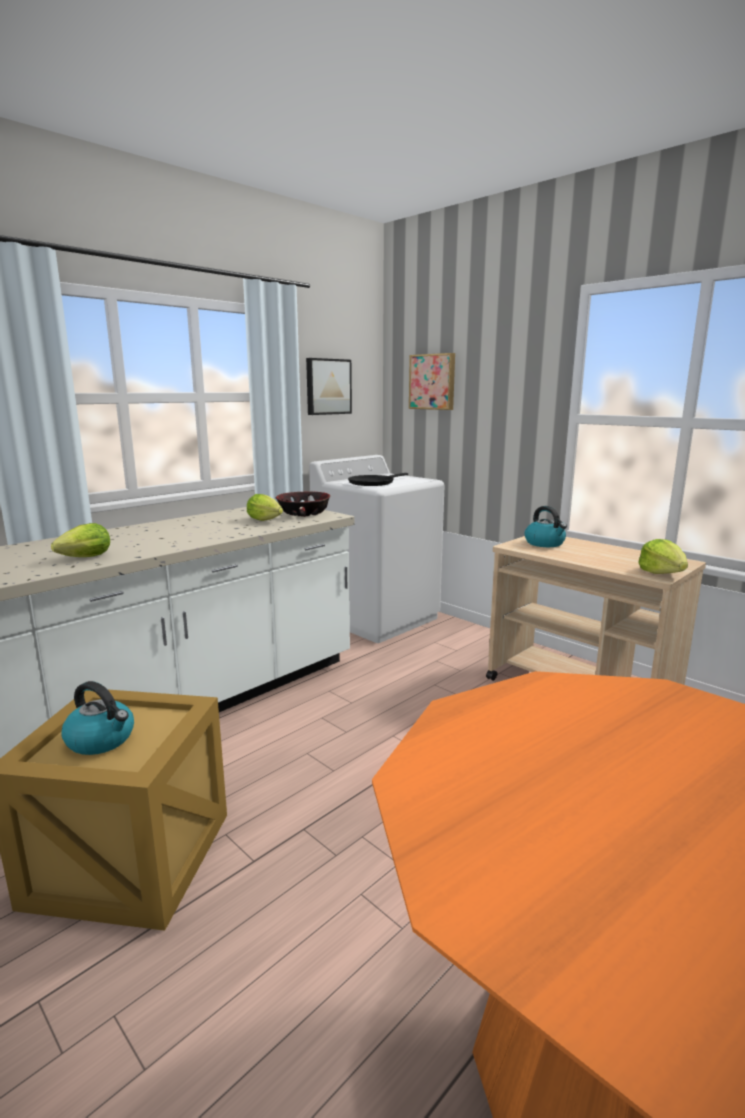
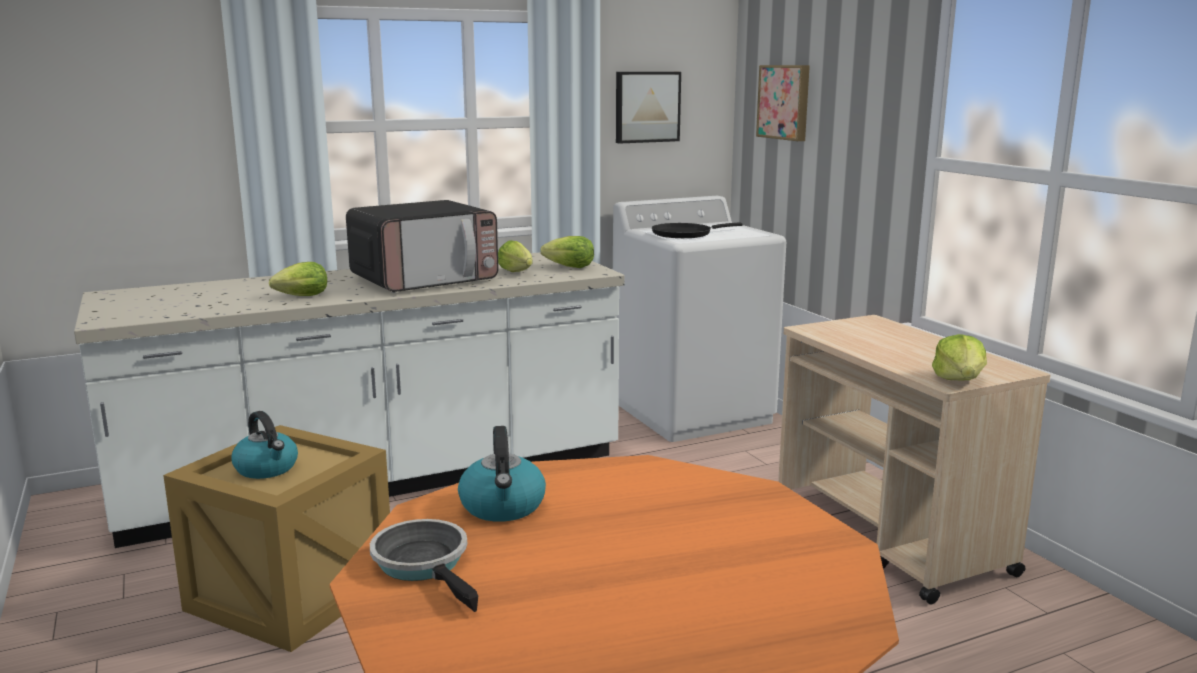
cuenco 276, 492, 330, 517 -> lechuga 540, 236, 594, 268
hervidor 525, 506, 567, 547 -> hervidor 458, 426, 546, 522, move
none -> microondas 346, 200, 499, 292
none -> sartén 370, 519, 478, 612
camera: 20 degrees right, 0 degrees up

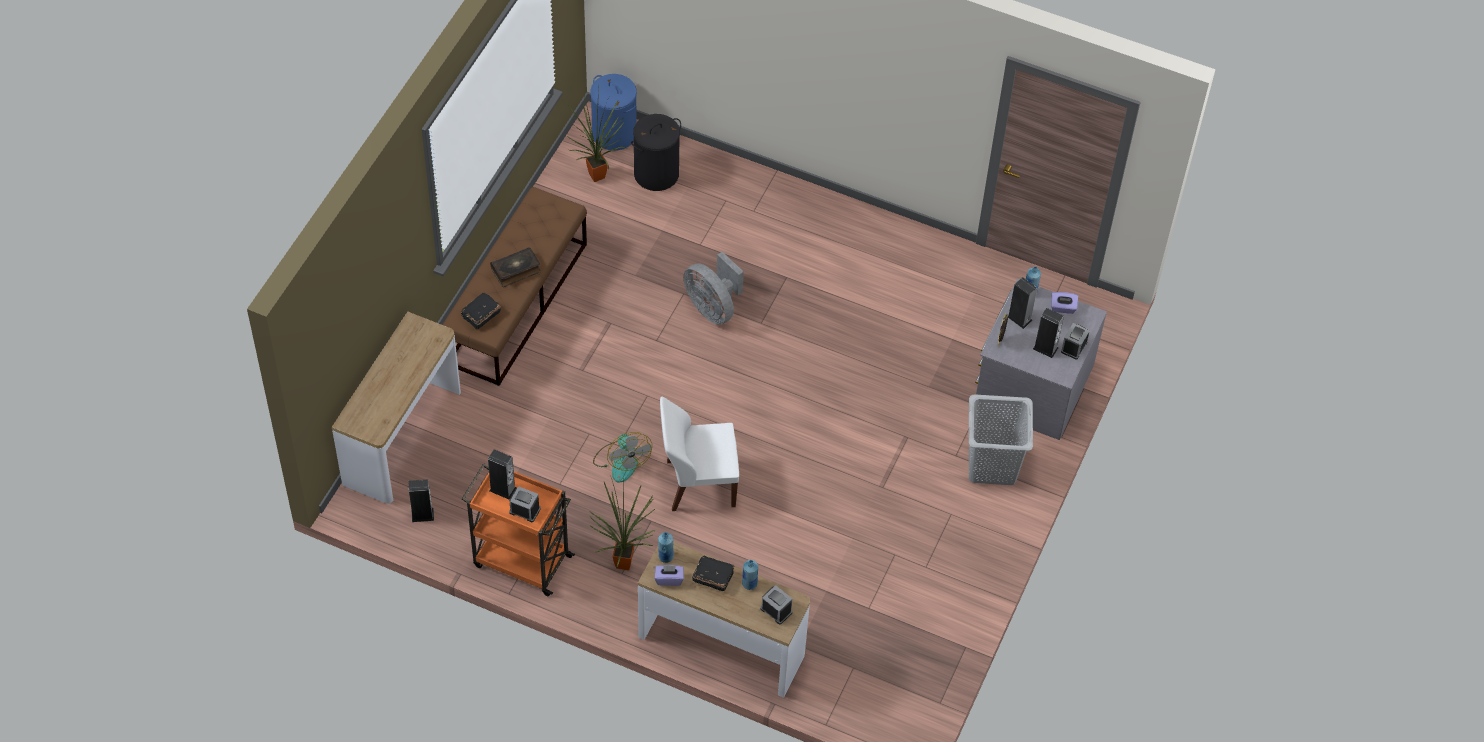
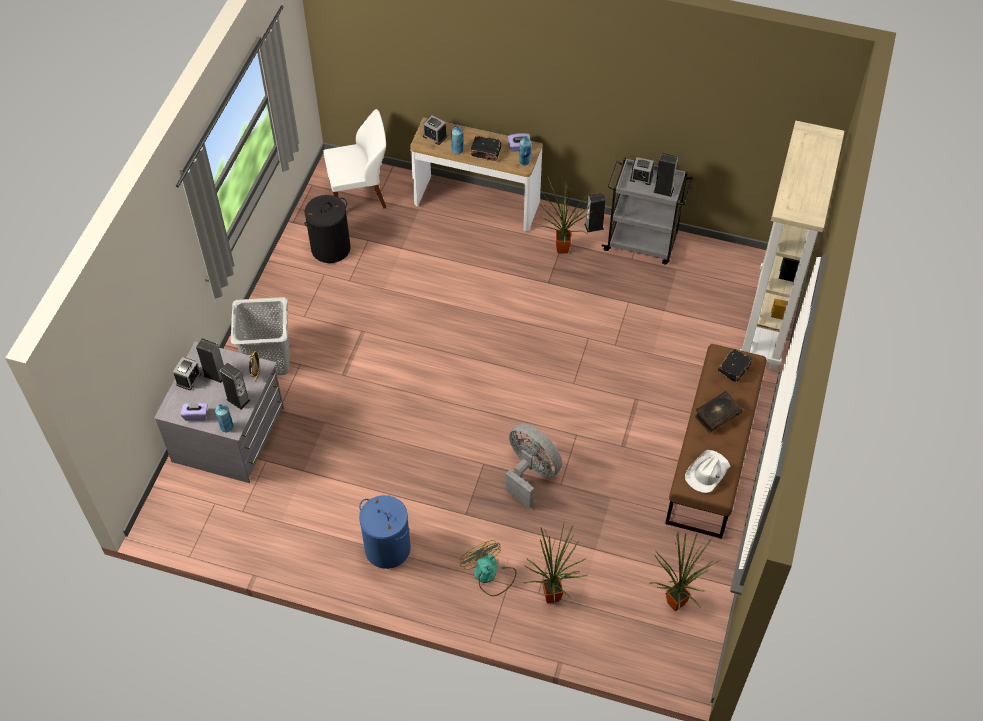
mesa consola 332, 312, 461, 504 -> estantería (beis) 740, 121, 845, 370
altavoz 409, 480, 434, 522 -> altavoz 584, 193, 606, 233, move
carrito (naranja) 462, 464, 575, 596 -> carrito (gris) 602, 158, 693, 265
cesto de la ropa (azul) 590, 74, 637, 151 -> cesto de la ropa (azul) 359, 495, 411, 569, move
ventilador 593, 432, 652, 483 -> ventilador 460, 540, 516, 596, move
cesto de la ropa (negro) 631, 114, 681, 191 -> cesto de la ropa (negro) 304, 195, 351, 263, move
silla (blanco) 660, 397, 739, 511 -> silla (blanco) 324, 109, 386, 209, move
none -> planta en maceta 523, 520, 587, 604
none -> sombrero (blanco) 685, 450, 730, 493
camera: 175 degrees right, 0 degrees up

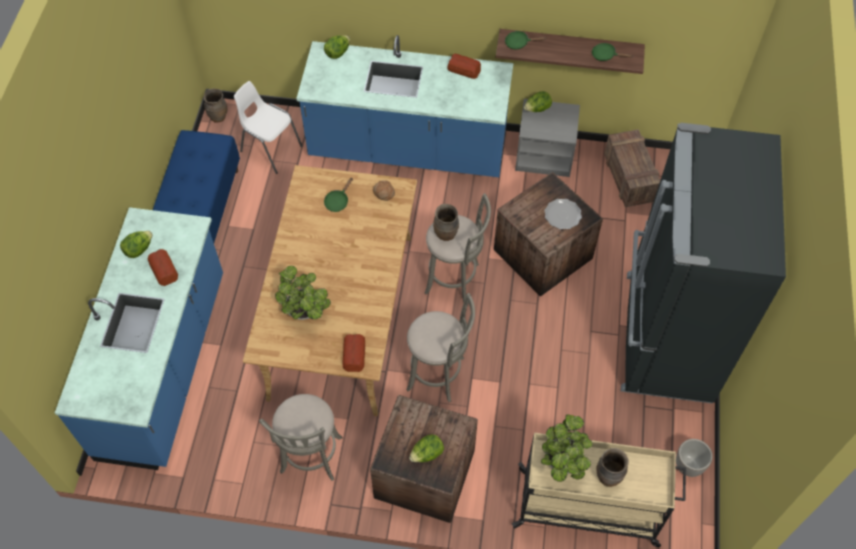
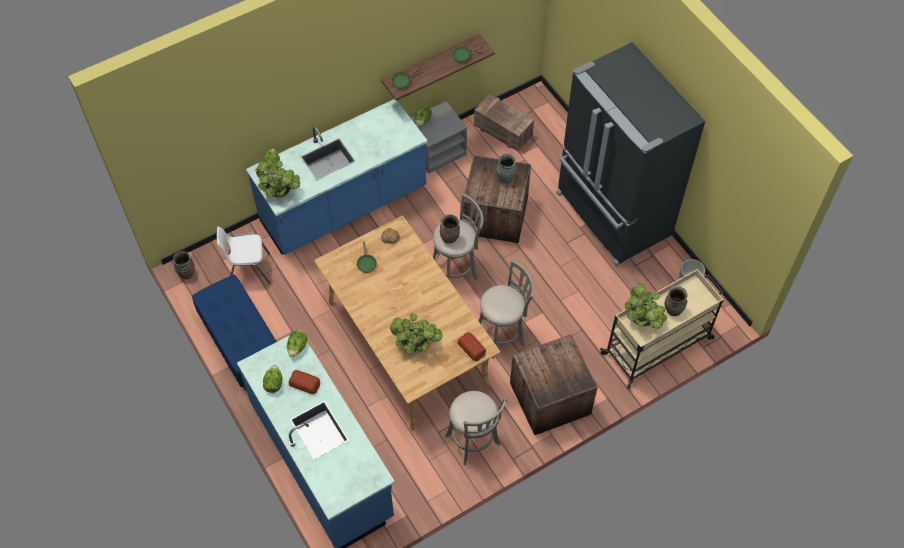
lechuga 409, 434, 444, 462 -> lechuga 287, 330, 308, 357, move
pan 447, 54, 481, 79 -> none
plato 544, 199, 582, 229 -> florero (gris) 497, 154, 516, 183
none -> planta en maceta 256, 161, 300, 198
camera: 40 degrees left, 0 degrees up

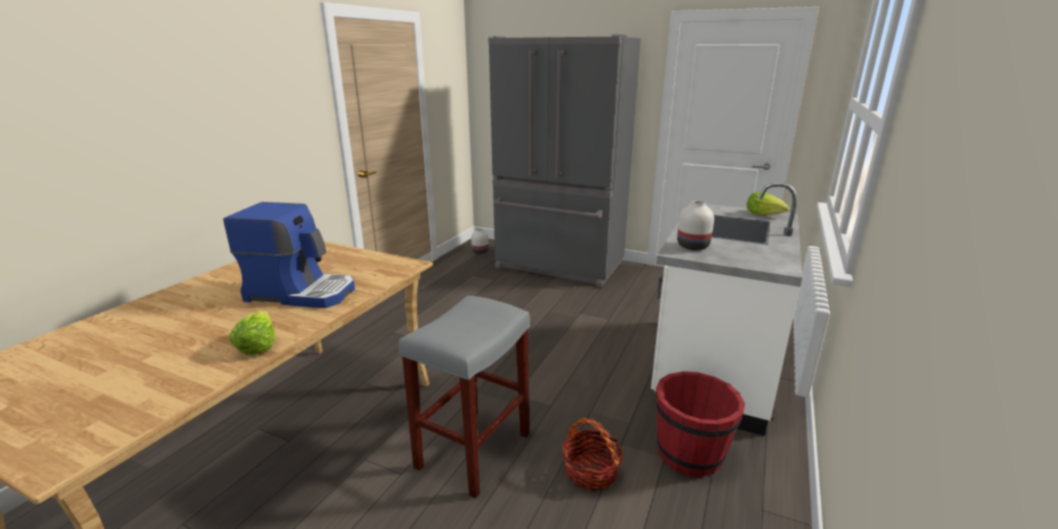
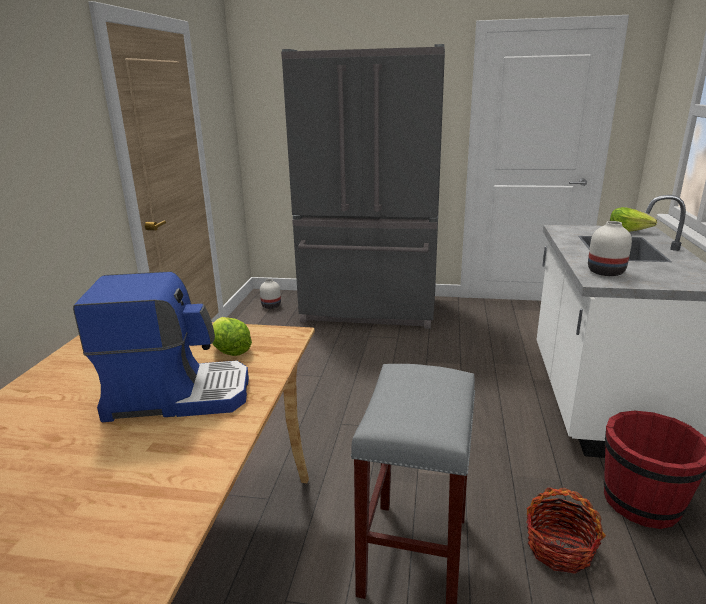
lechuga 229, 311, 276, 355 -> lechuga 212, 317, 252, 356, move
camera: 15 degrees left, 0 degrees up

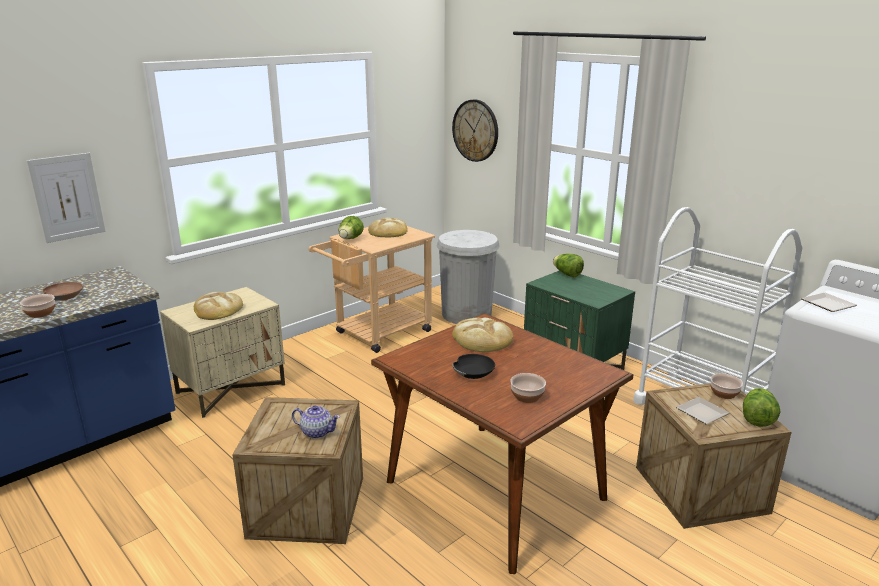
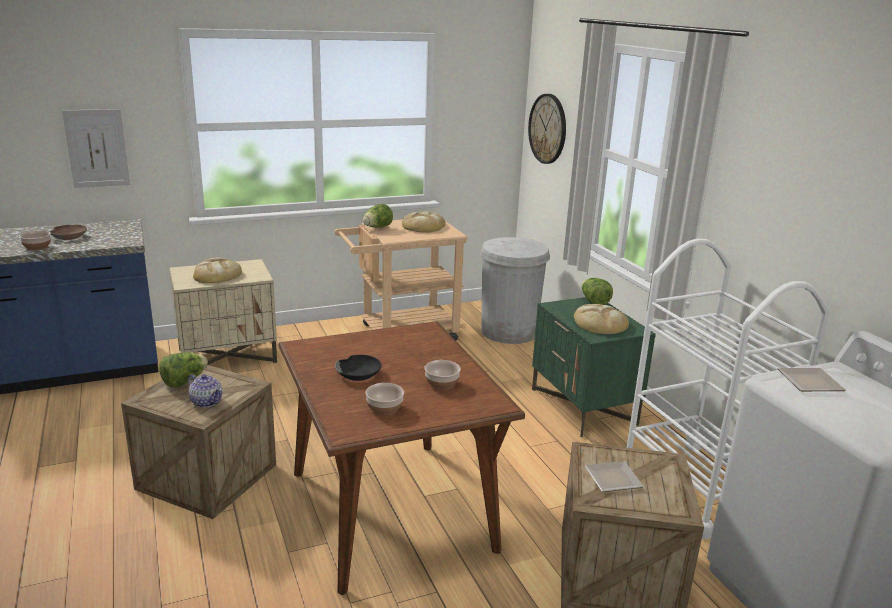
pan 452, 317, 513, 352 -> pan 574, 304, 629, 334, move
cuenco 710, 373, 743, 399 -> cuenco 424, 360, 461, 390, move
lechuga 743, 388, 781, 427 -> lechuga 159, 352, 208, 388, move
camera: 20 degrees right, 0 degrees up

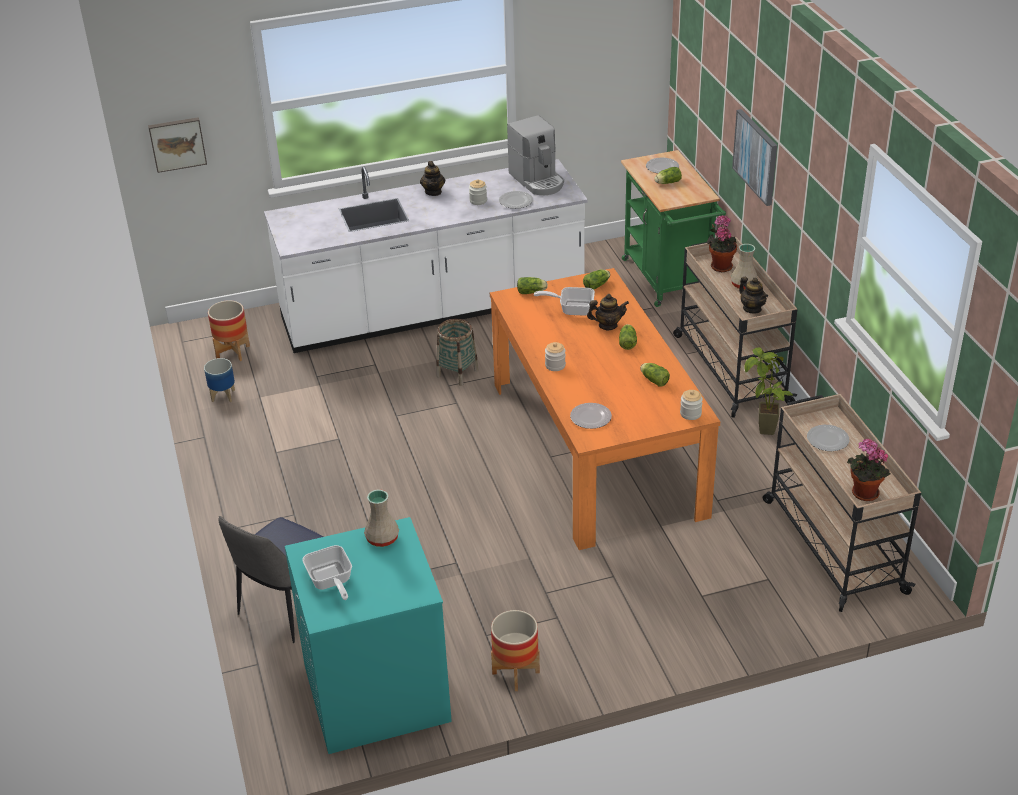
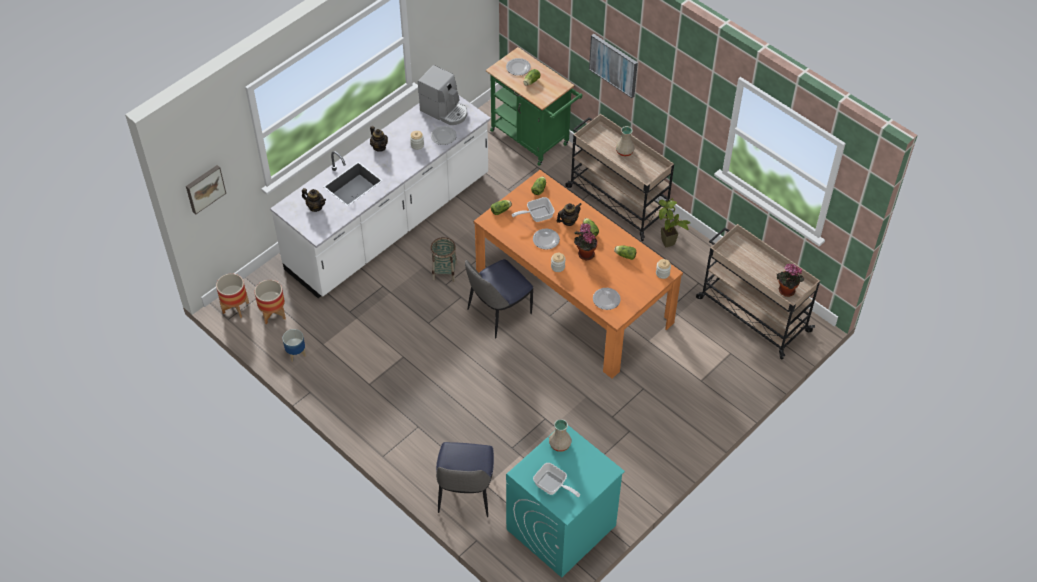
maceta 491, 610, 540, 691 -> maceta 216, 274, 249, 318, move
planta en maceta 707, 215, 737, 272 -> planta en maceta 574, 223, 598, 261, move
tetera 739, 277, 768, 313 -> tetera 302, 188, 326, 212, move
plato 807, 425, 849, 451 -> plato 533, 229, 560, 250, move
none -> silla 465, 259, 533, 338
camera: 30 degrees left, 15 degrees up

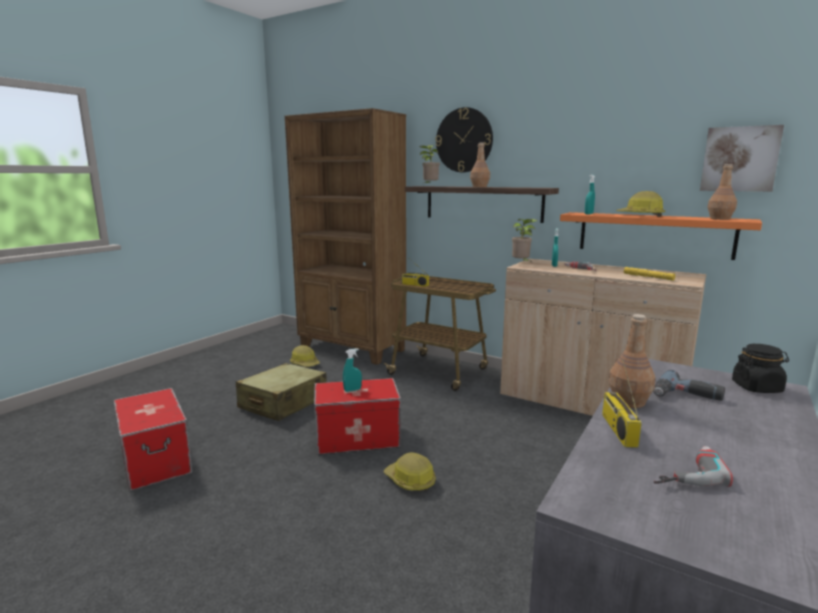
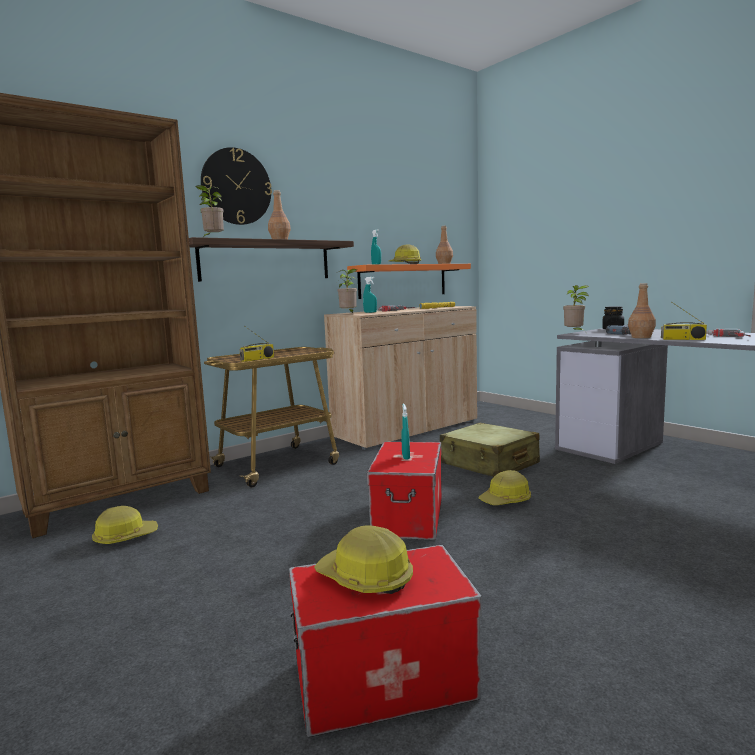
maleta (beis) 236, 363, 327, 421 -> maleta (beis) 440, 423, 540, 477, move
cuadro 700, 125, 784, 192 -> none
none -> casco 314, 525, 413, 594
none -> planta en maceta 563, 285, 589, 332
camera: 70 degrees left, 5 degrees down

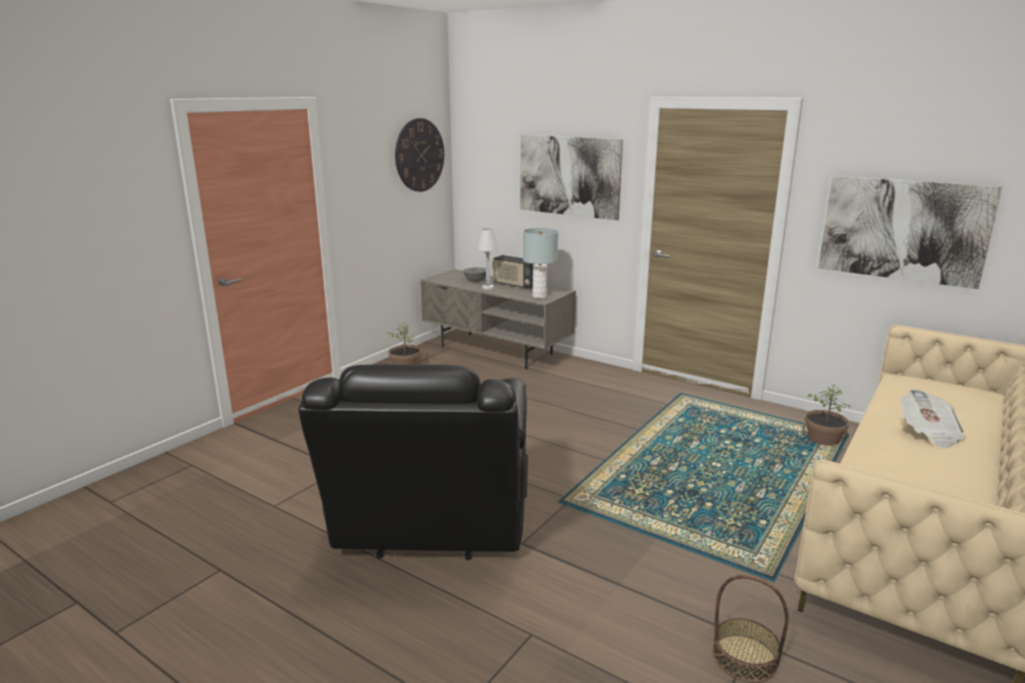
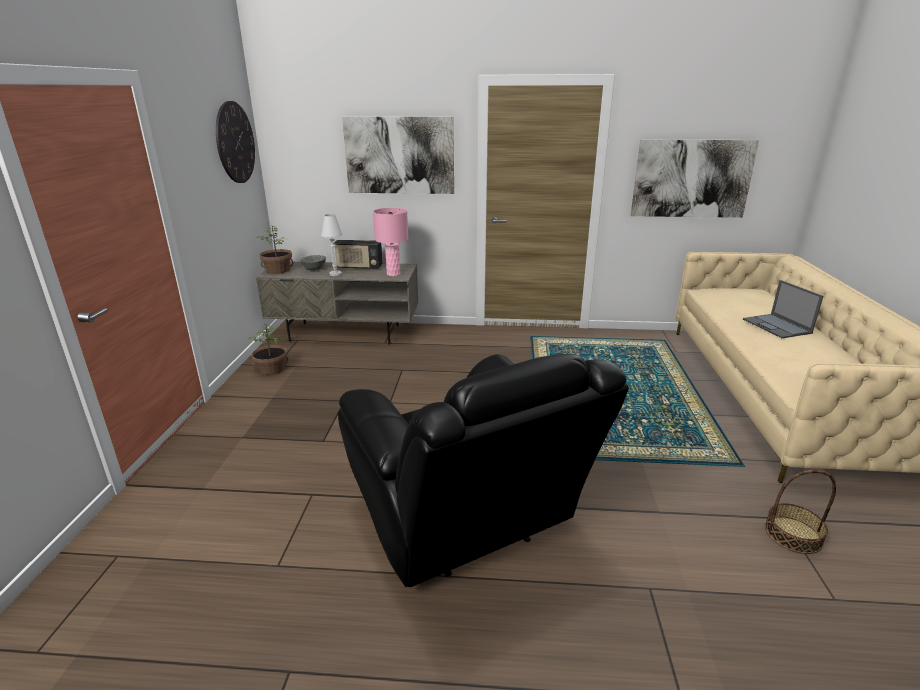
lámpara de mesa (gris) 523, 228, 558, 299 -> lámpara de mesa (rosa) 373, 208, 408, 276
planta en maceta 803, 385, 850, 446 -> planta en maceta 257, 225, 294, 274, move
periódico 900, 389, 966, 449 -> portátil 743, 280, 823, 338
camera: 30 degrees left, 5 degrees up

